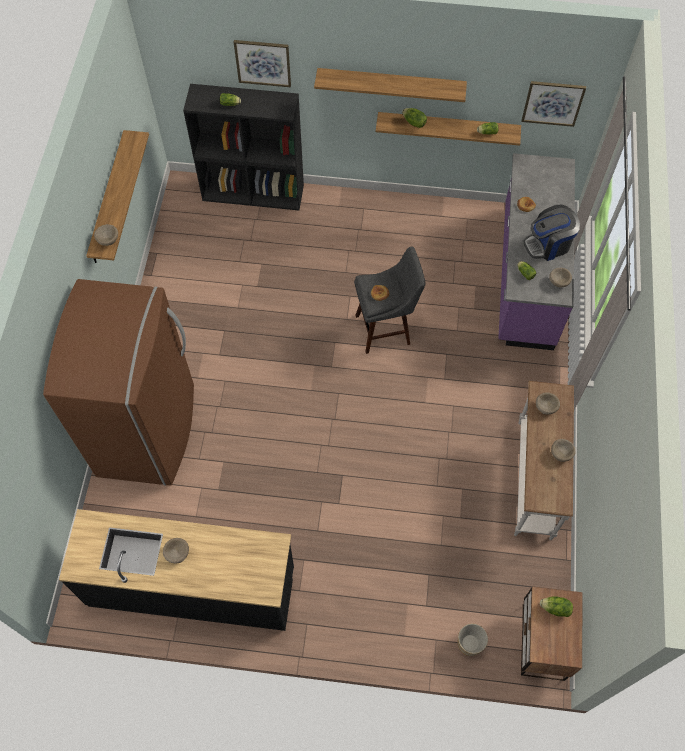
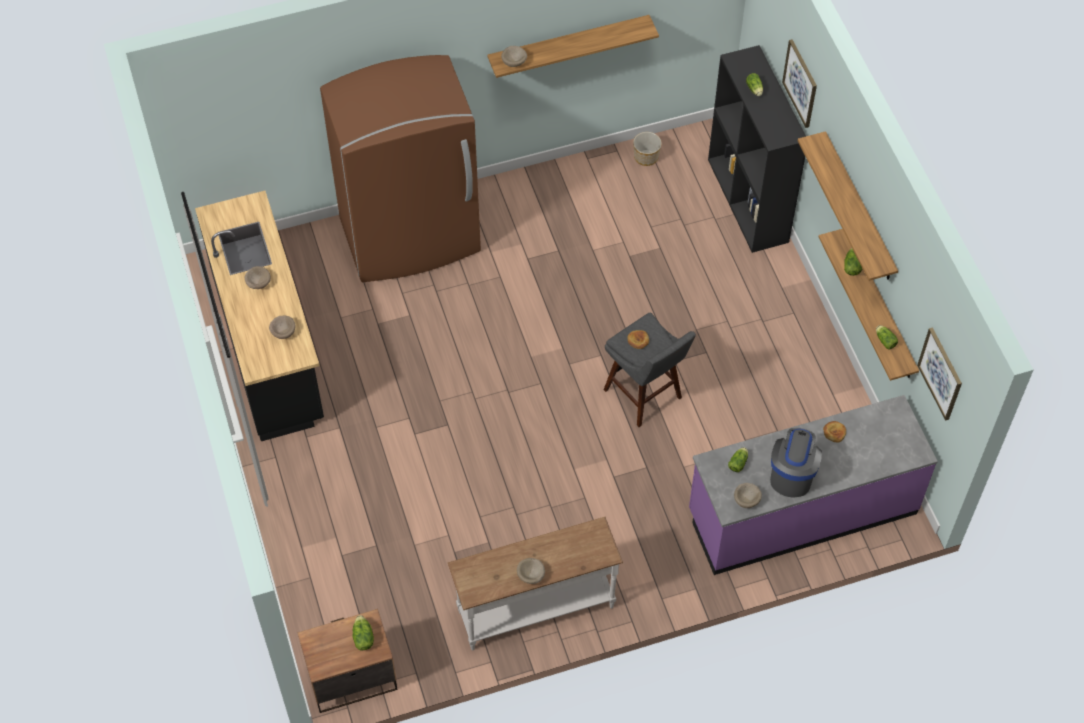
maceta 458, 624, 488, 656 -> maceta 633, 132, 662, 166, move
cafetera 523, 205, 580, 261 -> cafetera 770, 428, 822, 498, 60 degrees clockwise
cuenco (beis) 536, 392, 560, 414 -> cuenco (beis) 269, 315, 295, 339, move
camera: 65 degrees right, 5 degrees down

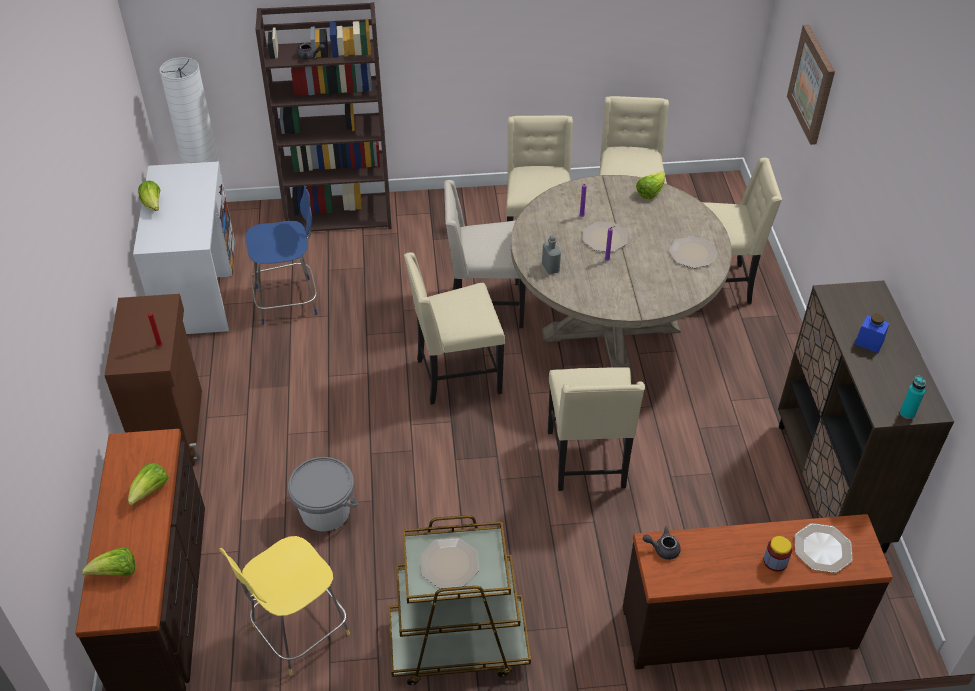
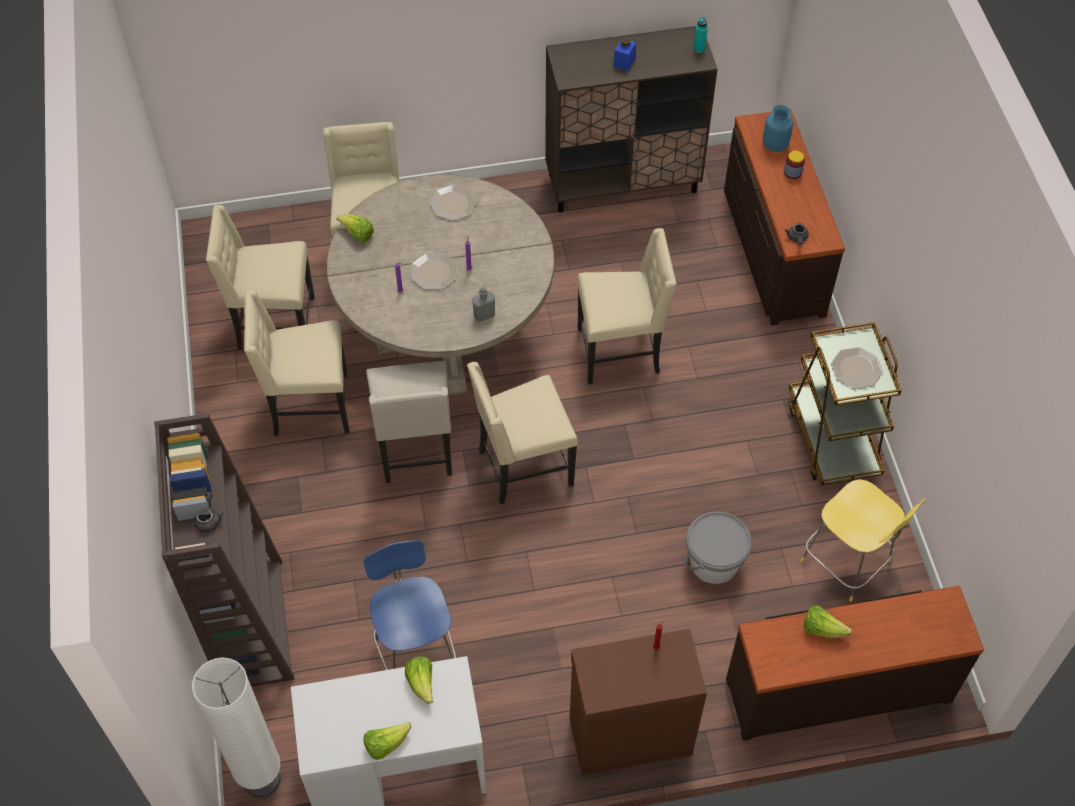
lechuga 82, 548, 135, 577 -> lechuga 405, 656, 433, 704, move
silla (beis) 404, 252, 505, 405 -> silla (beis) 467, 362, 578, 504, 90 degrees clockwise
cuadro 787, 25, 835, 145 -> none
plato 795, 523, 853, 573 -> florero (azul) 763, 105, 793, 152
camera: 95 degrees left, 10 degrees up

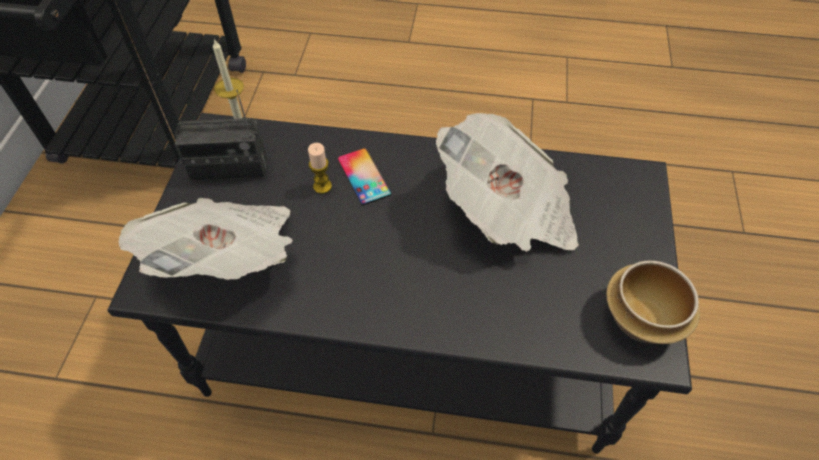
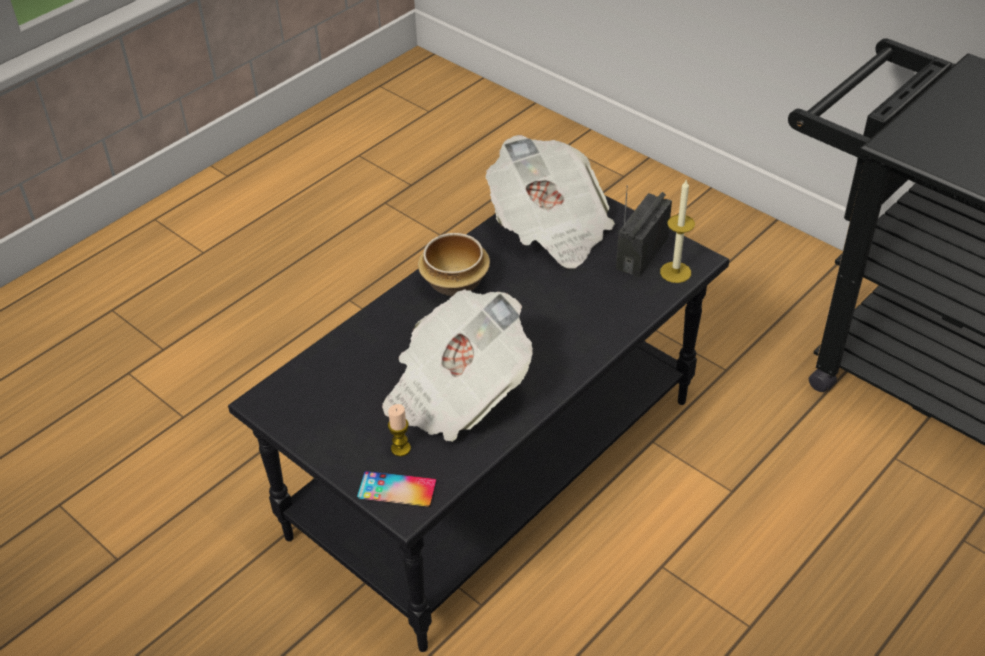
vela 308, 143, 332, 194 -> vela 388, 404, 411, 456, move
móvil 338, 148, 391, 205 -> móvil 357, 471, 436, 507, move
cuenco 606, 261, 700, 344 -> cuenco 418, 233, 490, 296, move
camera: 125 degrees right, 10 degrees down

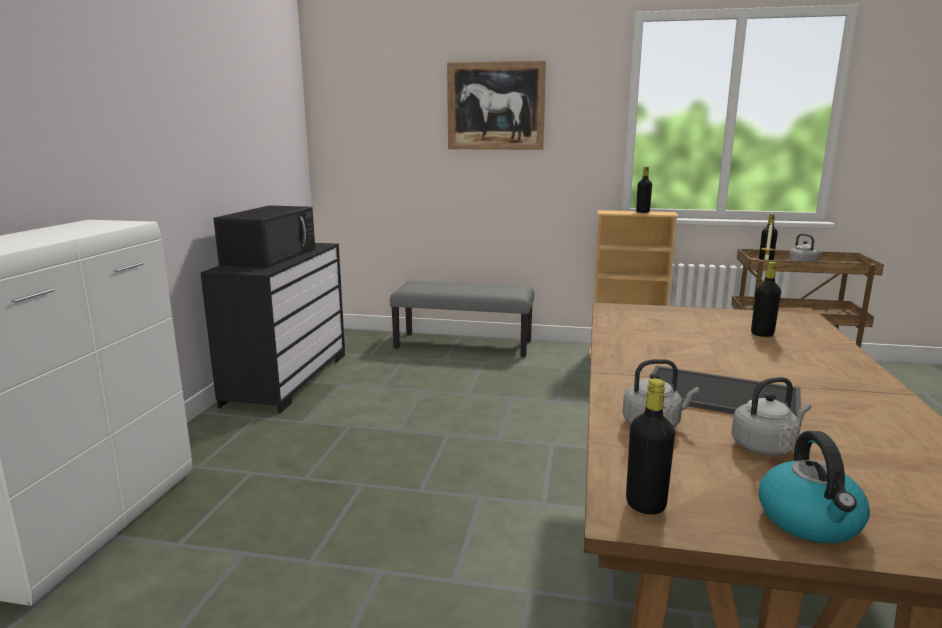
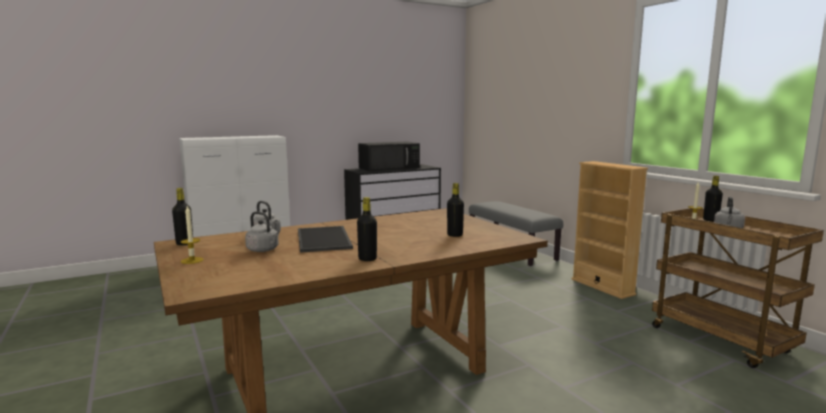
cuadro 447, 61, 546, 150 -> none
botella (negro) 636, 167, 652, 213 -> botella (negro) 357, 197, 377, 261, move
hervidor 759, 431, 870, 543 -> vela 181, 206, 204, 264
camera: 50 degrees right, 5 degrees down

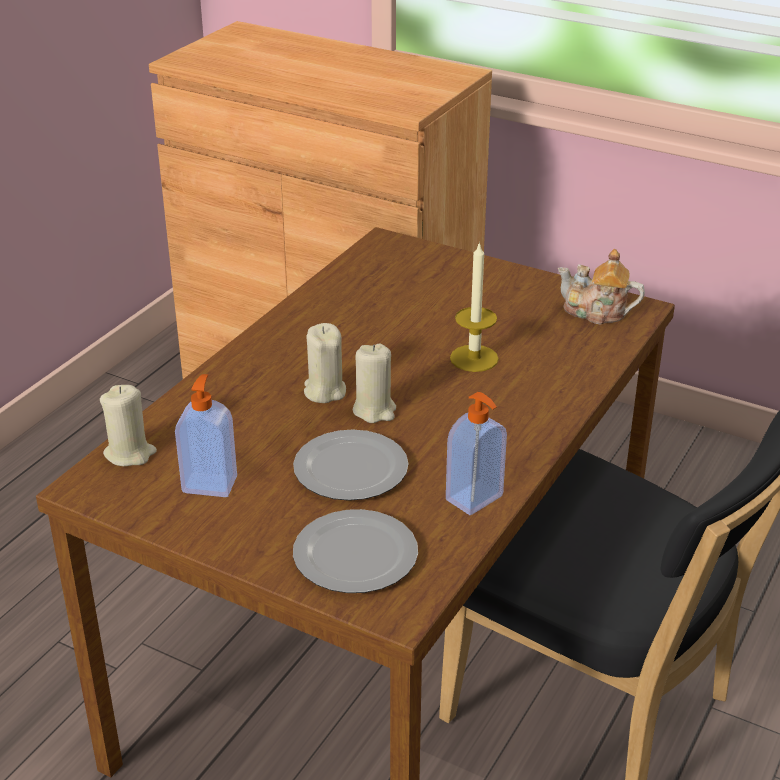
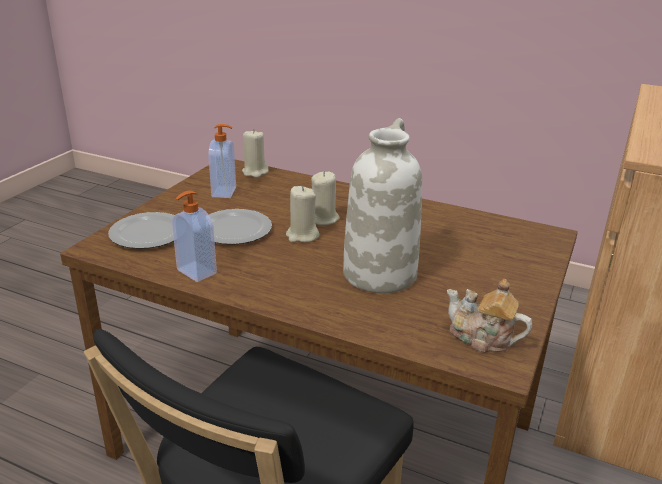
vela 450, 241, 499, 372 -> florero (blanco) 343, 118, 422, 293
tetera 558, 249, 645, 324 -> tetera 447, 279, 532, 353, 75 degrees counterclockwise
camera: 85 degrees right, 5 degrees down

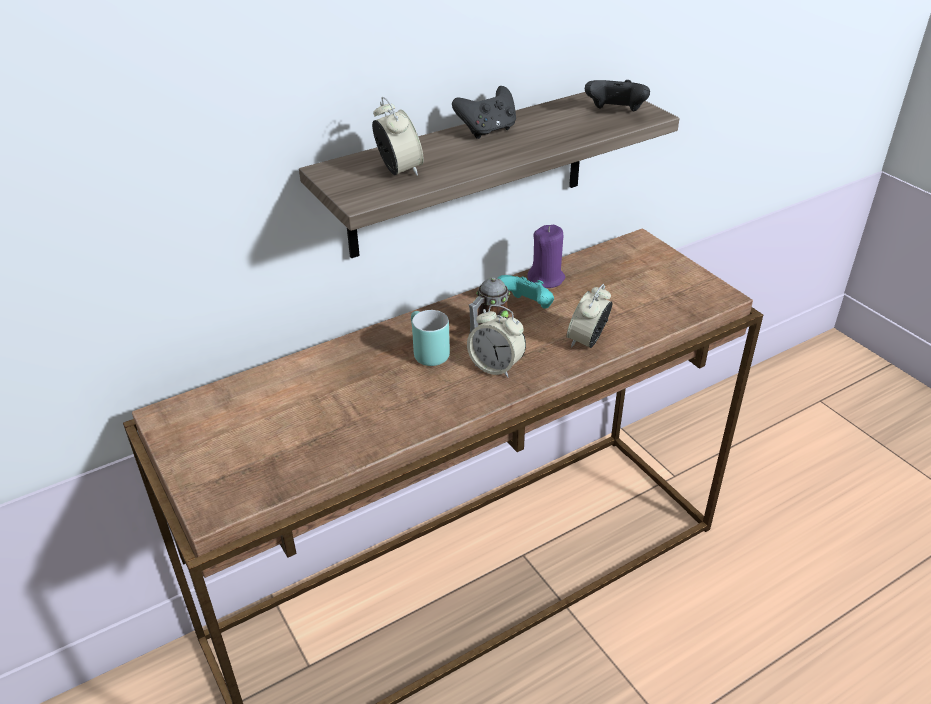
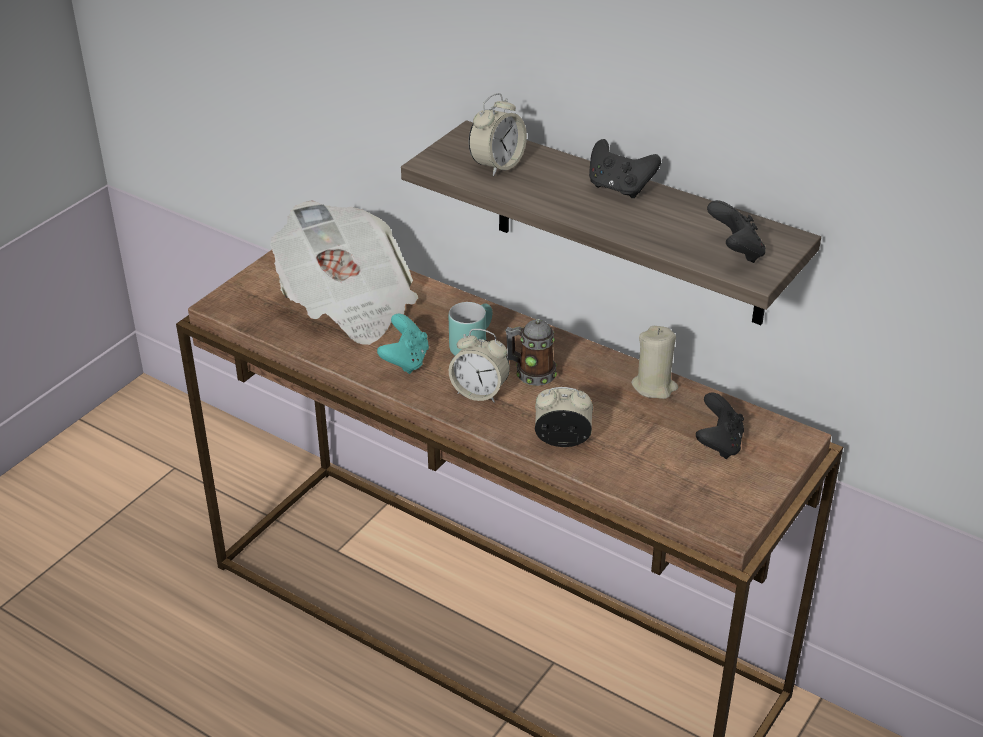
despertador 467, 305, 526, 378 -> despertador 449, 329, 510, 403, 75 degrees counterclockwise
mando de consola (turquesa) 498, 275, 554, 308 -> mando de consola (turquesa) 377, 314, 429, 374, move
vela (morado) 528, 225, 565, 288 -> vela (beis) 631, 326, 678, 399
none -> periódico 270, 201, 418, 345
none -> mando de consola (negro) 696, 392, 744, 459
camera: 65 degrees right, 0 degrees up

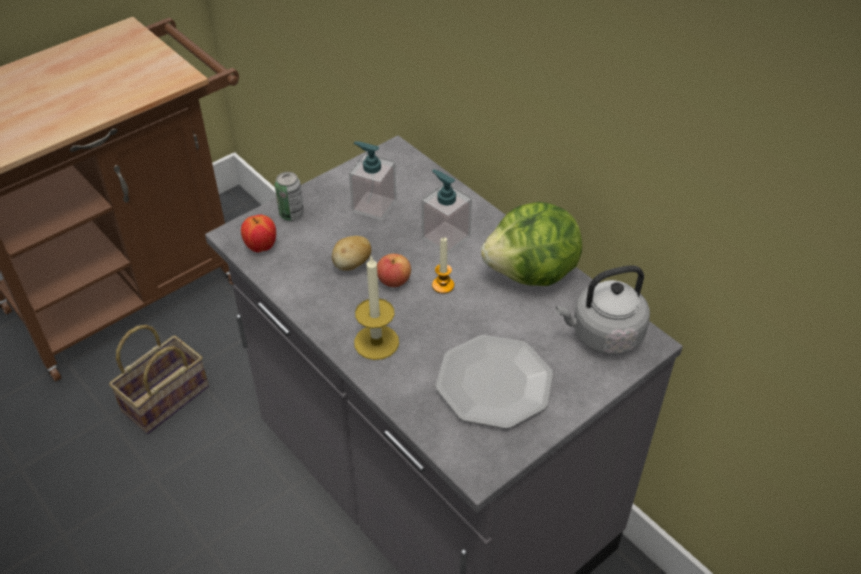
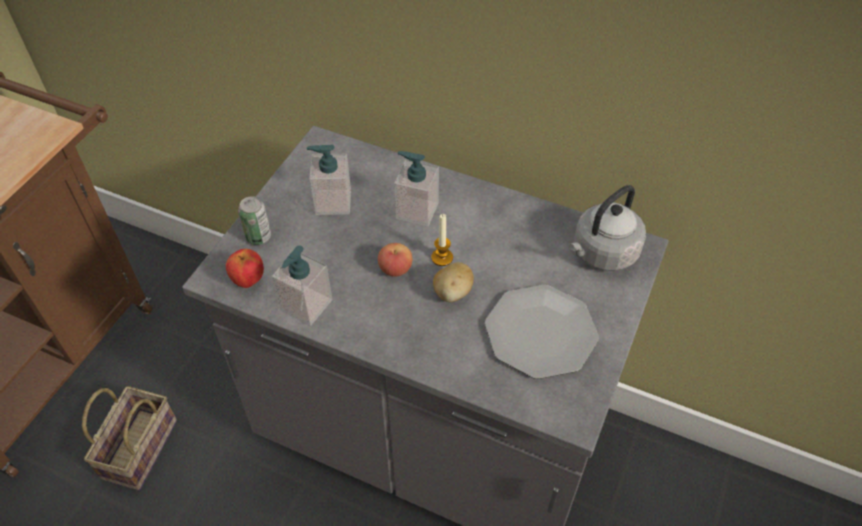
patata 332, 236, 371, 271 -> patata 433, 262, 474, 302, move
vela 354, 255, 399, 360 -> none
lechuga 481, 202, 582, 286 -> none
none -> dispensador de jabón 272, 246, 332, 326
camera: 25 degrees left, 5 degrees up

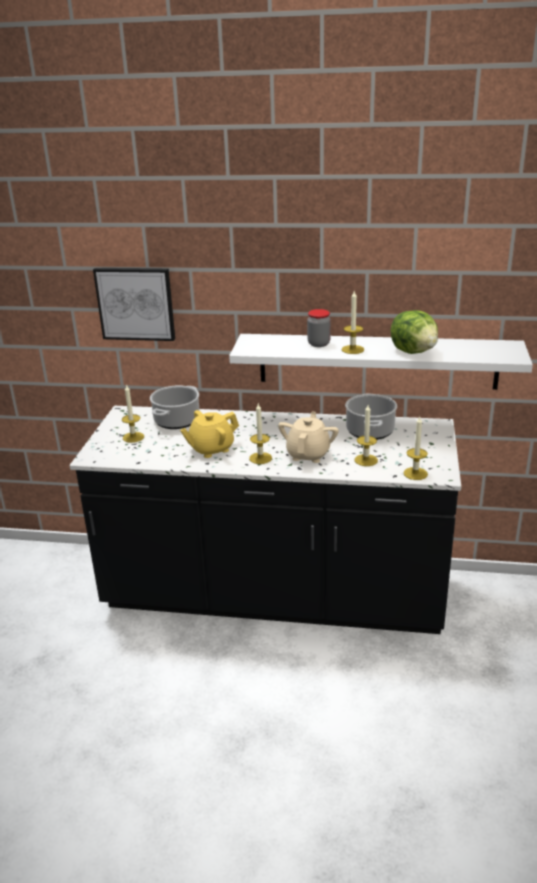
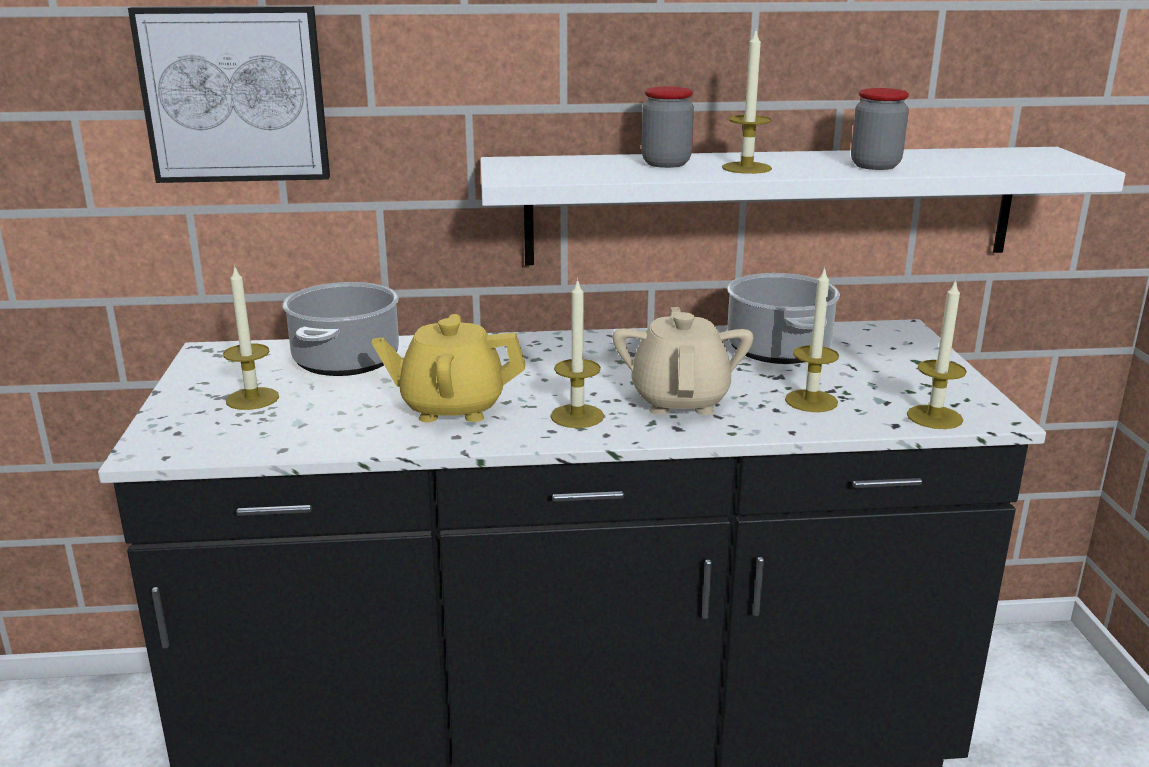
tetera (amarillo) 180, 410, 239, 458 -> tetera (amarillo) 372, 314, 526, 422, 45 degrees clockwise
lechuga 390, 310, 438, 354 -> tarro 851, 88, 909, 170
camera: 15 degrees left, 5 degrees down

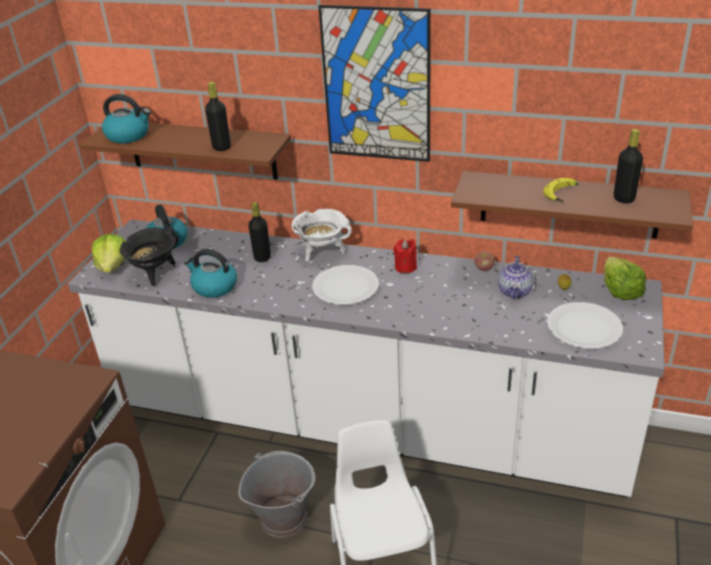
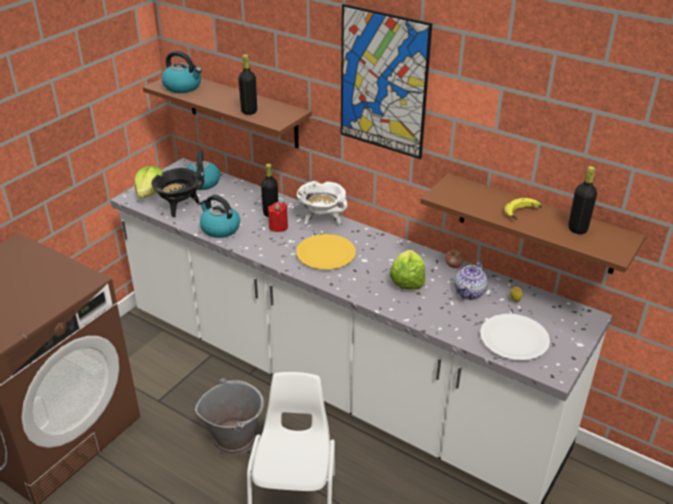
plato (blanco) 312, 265, 379, 305 -> plato (amarillo) 296, 234, 356, 270
vela (rojo) 394, 239, 417, 273 -> vela (rojo) 268, 202, 288, 232, move
lechuga 604, 257, 646, 300 -> lechuga 390, 250, 425, 290, move
camera: 15 degrees right, 0 degrees up

